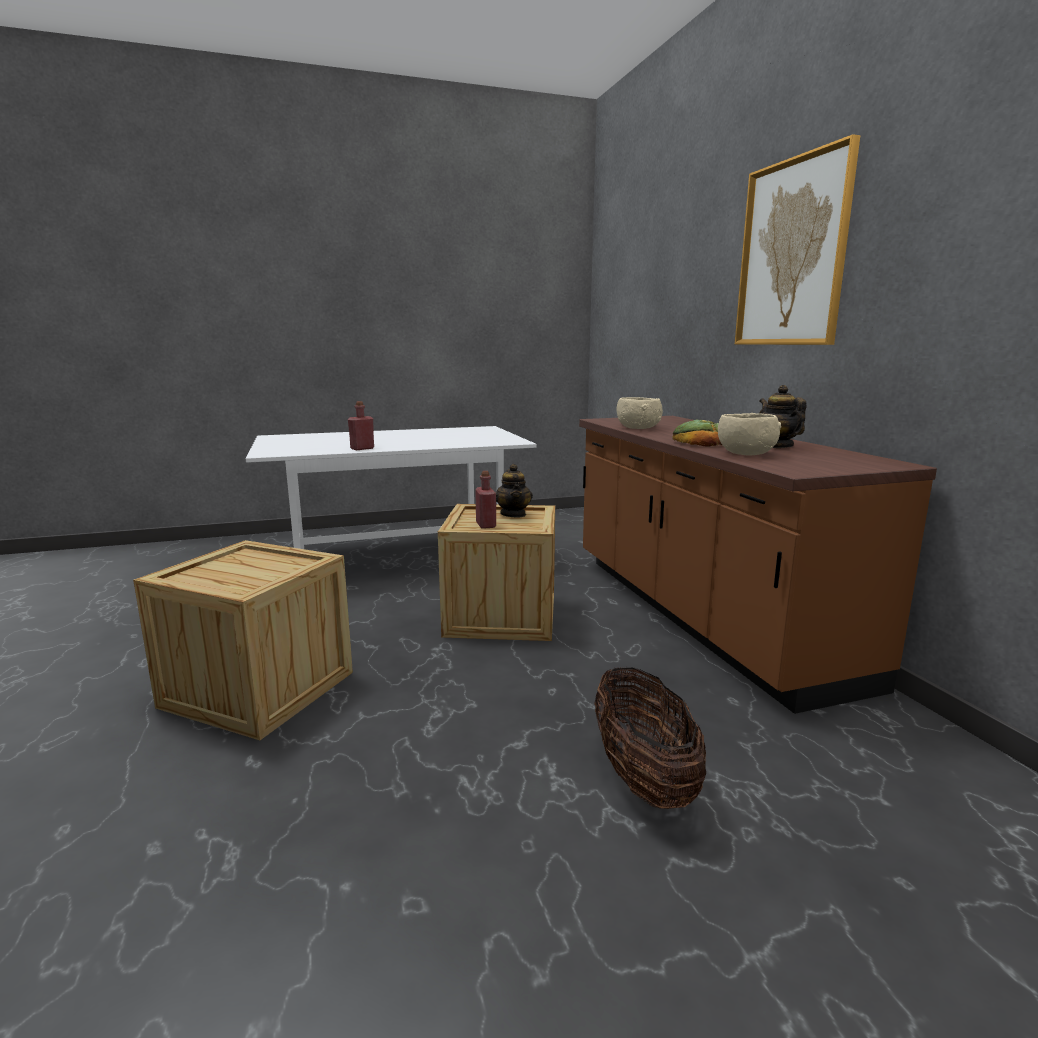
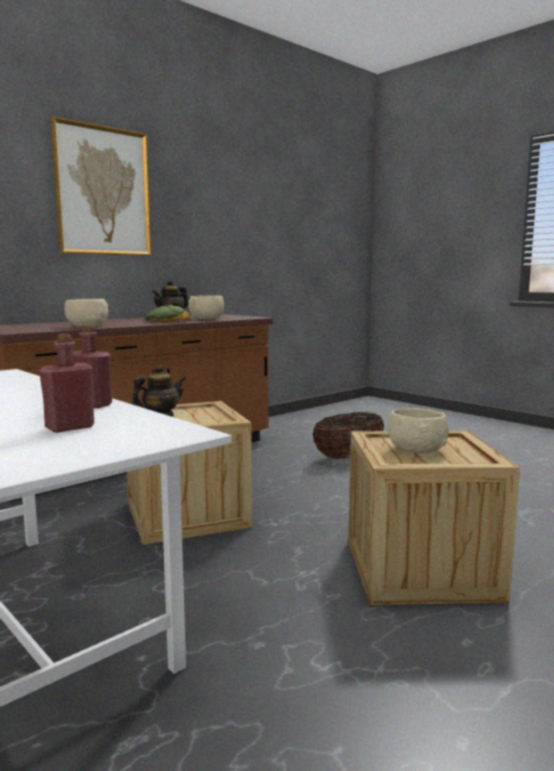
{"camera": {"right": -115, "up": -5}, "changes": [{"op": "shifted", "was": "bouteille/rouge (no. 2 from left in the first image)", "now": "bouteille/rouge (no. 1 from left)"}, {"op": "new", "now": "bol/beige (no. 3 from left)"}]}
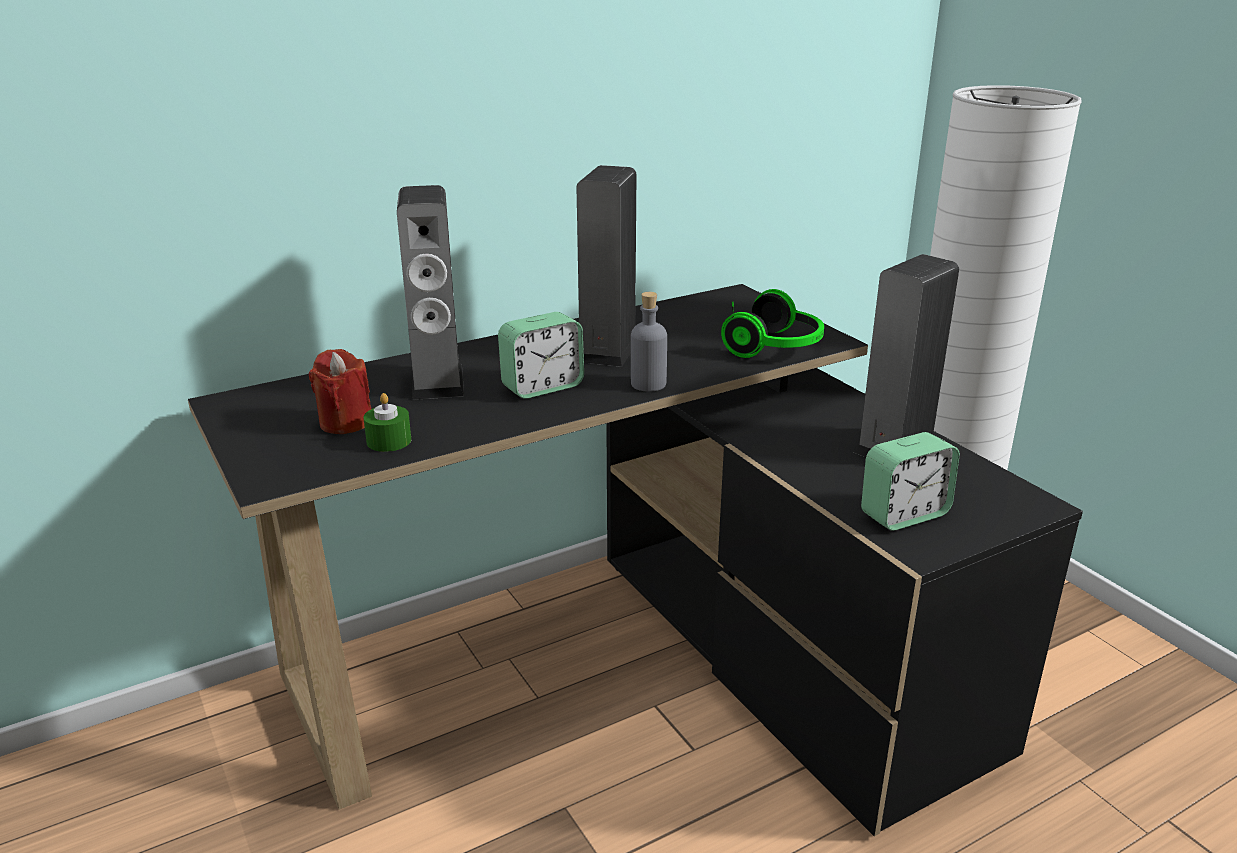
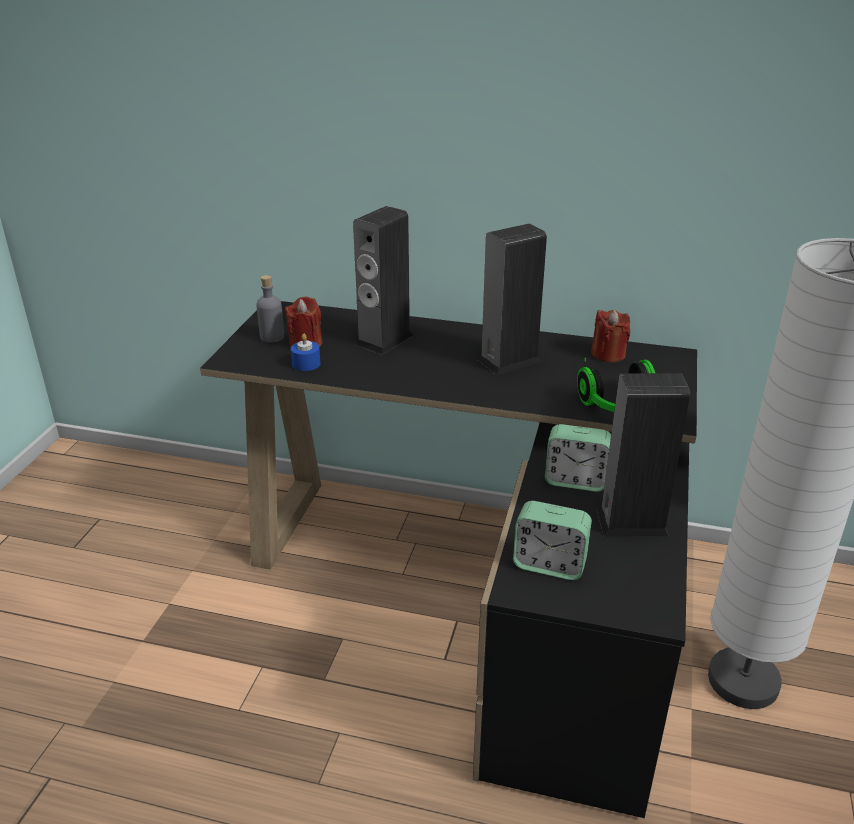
{"camera": {"right": 45, "up": 5}, "changes": [{"op": "shifted", "was": "bouteille/gris"}, {"op": "shifted", "was": "réveil (no. 1 from left in the first image)", "now": "réveil (no. 2 from left)"}, {"op": "repainted", "was": "bougie/vert", "now": "bougie/bleu"}, {"op": "new", "now": "bougie/rouge (no. 2 from left)"}]}
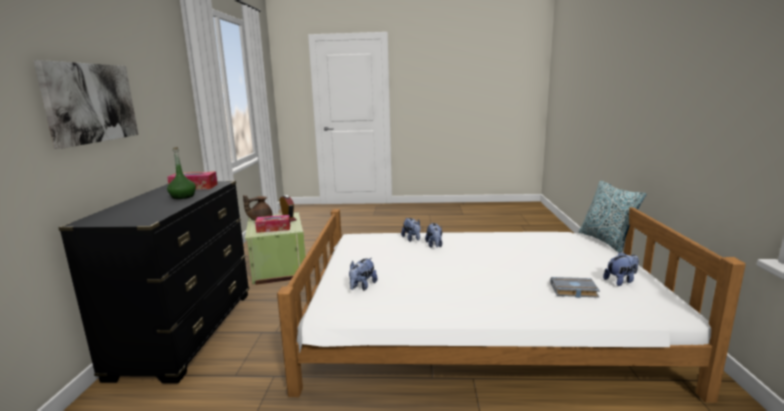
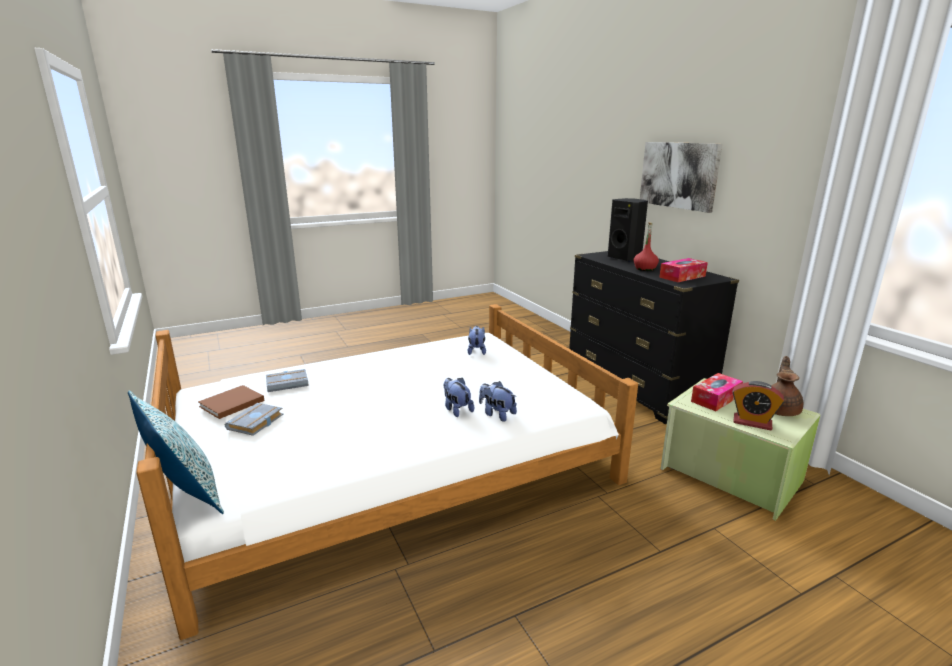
{"camera": {"right": 150, "up": 5}, "changes": [{"op": "repainted", "was": "bouteille/vert", "now": "bouteille/rouge"}, {"op": "swapped", "was": "peluche (no. 4 from left)", "now": "livre/marron"}, {"op": "new", "now": "enceinte/noir"}, {"op": "new", "now": "livre/gris (no. 1 from left)"}]}
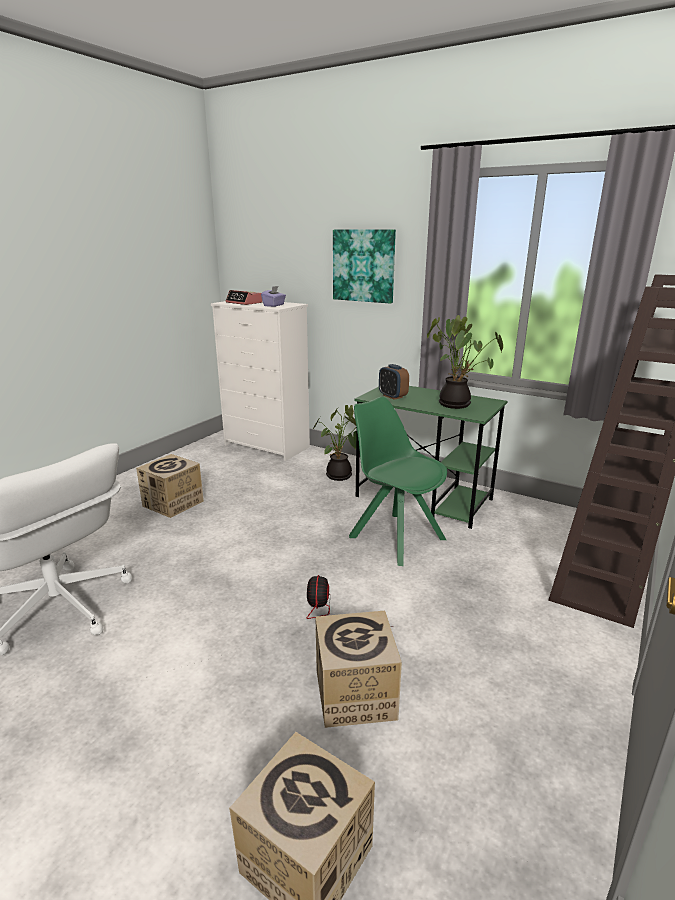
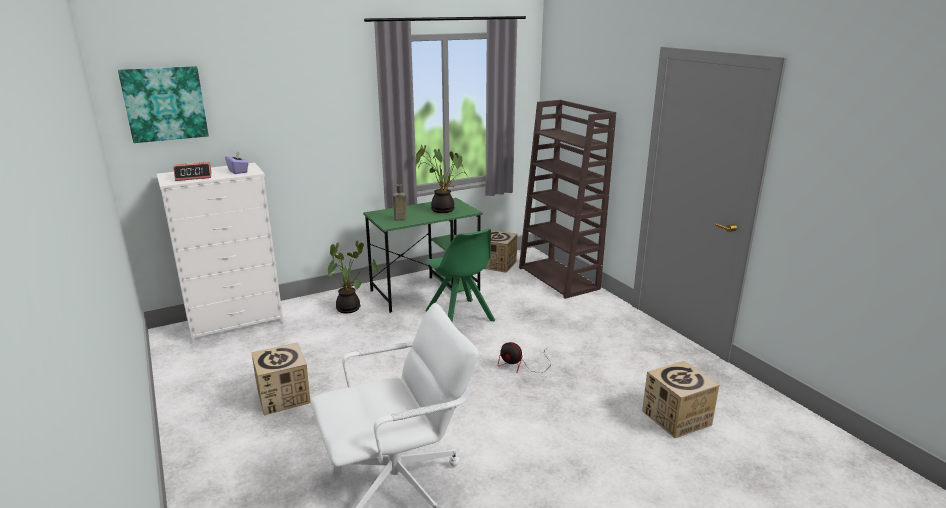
{"camera": {"right": -60, "up": 0}, "changes": [{"op": "shifted", "was": "tableau"}, {"op": "swapped", "was": "réveil (no. 2 from left)", "now": "bouteille/marron"}, {"op": "rotated", "was": "chaise/vert", "clockwise": -105}, {"op": "shifted", "was": "carton (no. 3 from left in the first image)", "now": "carton (no. 2 from left)"}]}
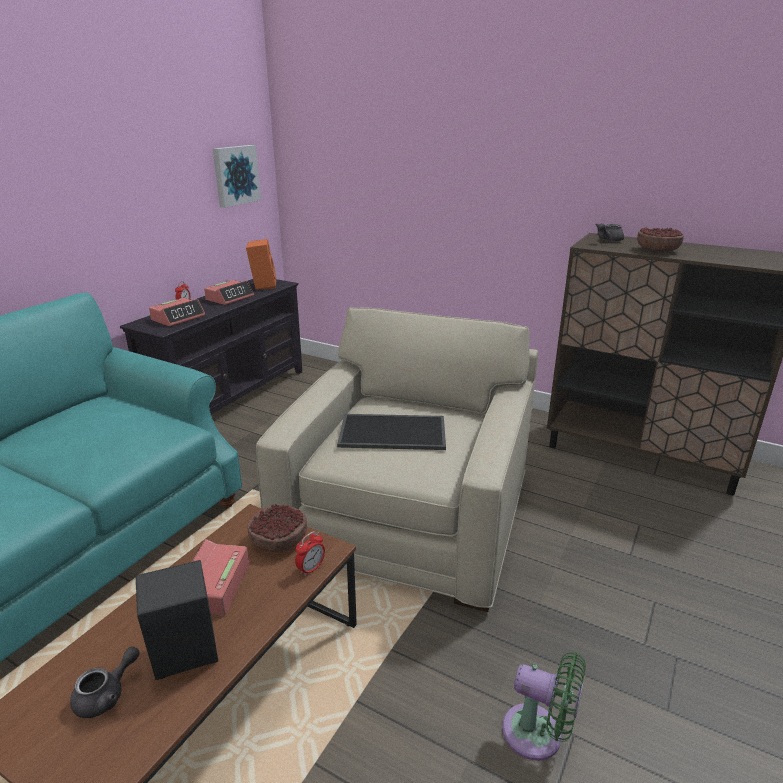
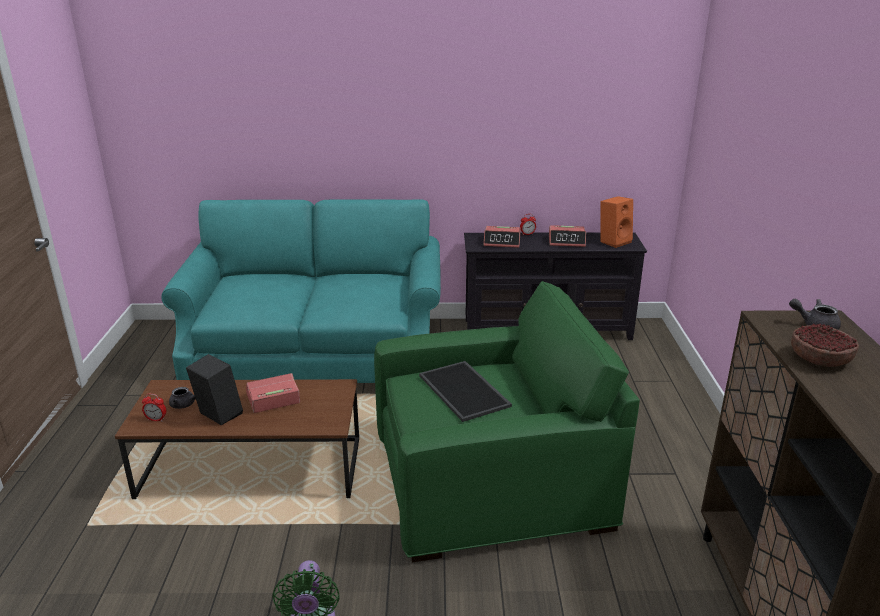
{"camera": {"right": 60, "up": 0}, "changes": [{"op": "gone", "was": "tableau"}, {"op": "repainted", "was": "fauteuil/beige", "now": "fauteuil/vert"}, {"op": "gone", "was": "bol (no. 1 from left)"}, {"op": "shifted", "was": "réveil (no. 5 from left in the first image)", "now": "réveil (no. 1 from left)"}]}
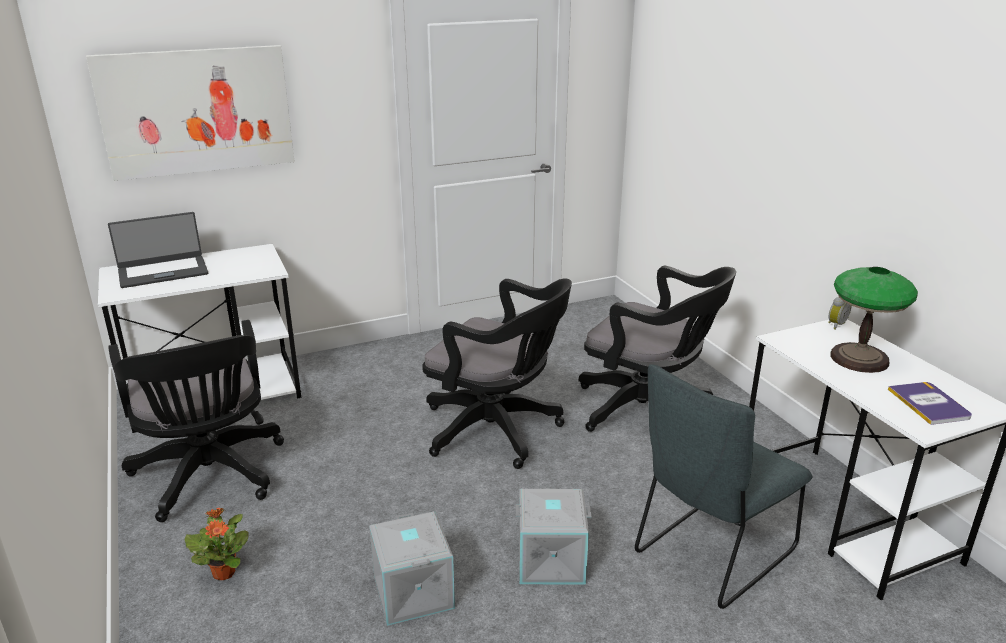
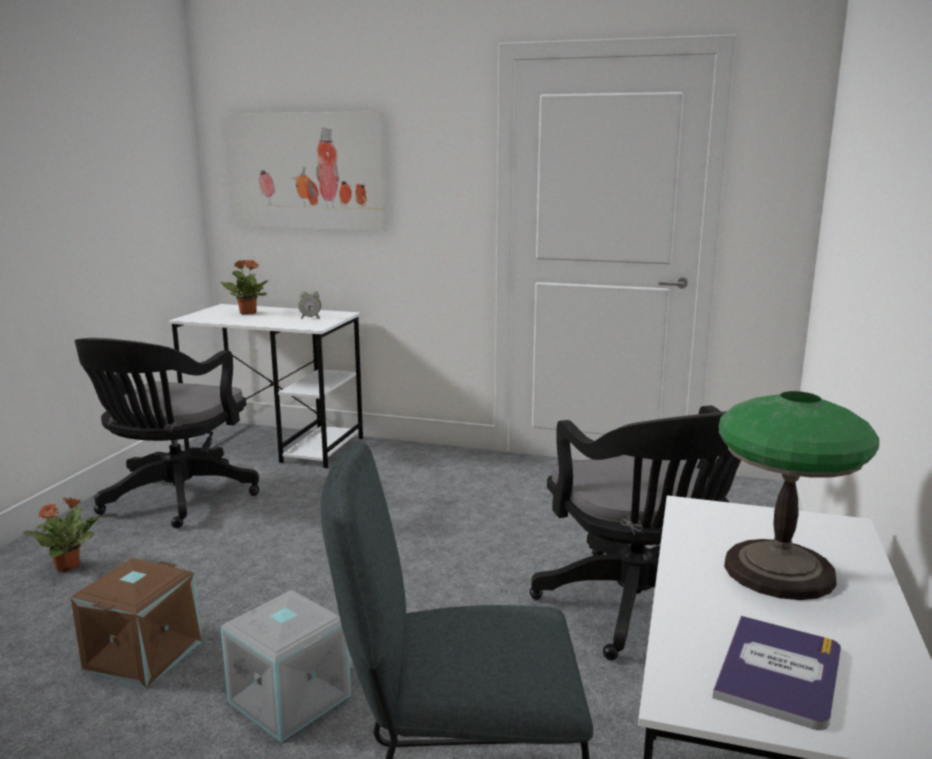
{"camera": {"right": 40, "up": -10}, "changes": [{"op": "swapped", "was": "ordinateur portable", "now": "plante en pot (no. 2 from left)"}, {"op": "gone", "was": "chaise de bureau/noir (no. 2 from left)"}, {"op": "shifted", "was": "réveil"}, {"op": "repainted", "was": "boîte de rangement/gris (no. 1 from left)", "now": "boîte de rangement/marron"}]}
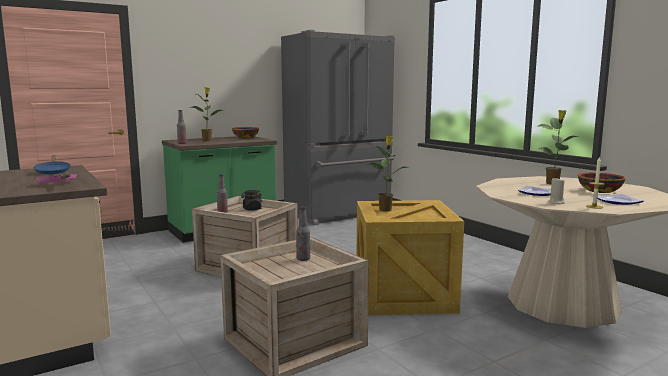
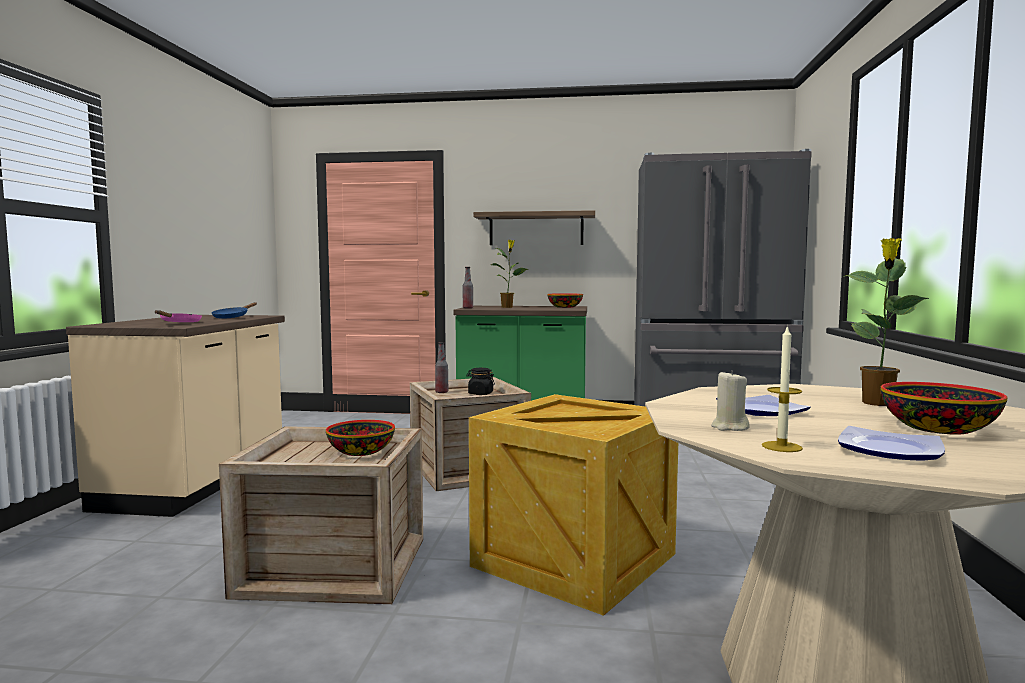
{"camera": {"right": 40, "up": -5}, "changes": [{"op": "gone", "was": "plante en pot (no. 2 from left)"}, {"op": "swapped", "was": "bouteille (no. 3 from left)", "now": "bol (no. 1 from left)"}, {"op": "new", "now": "étagère"}]}
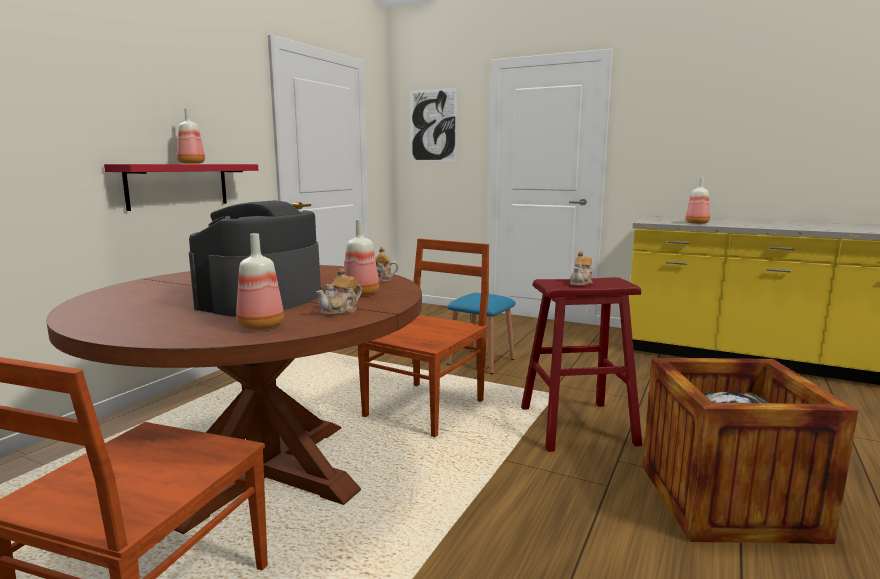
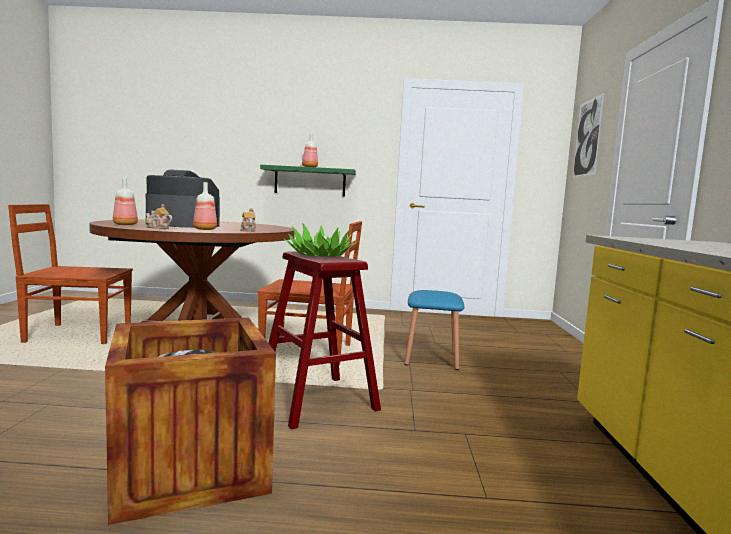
{"camera": {"right": 65, "up": -5}, "changes": [{"op": "repainted", "was": "étagère/rouge", "now": "étagère/vert"}, {"op": "gone", "was": "bouteille (no. 4 from left)"}, {"op": "swapped", "was": "théière (no. 3 from left)", "now": "plante en pot"}]}
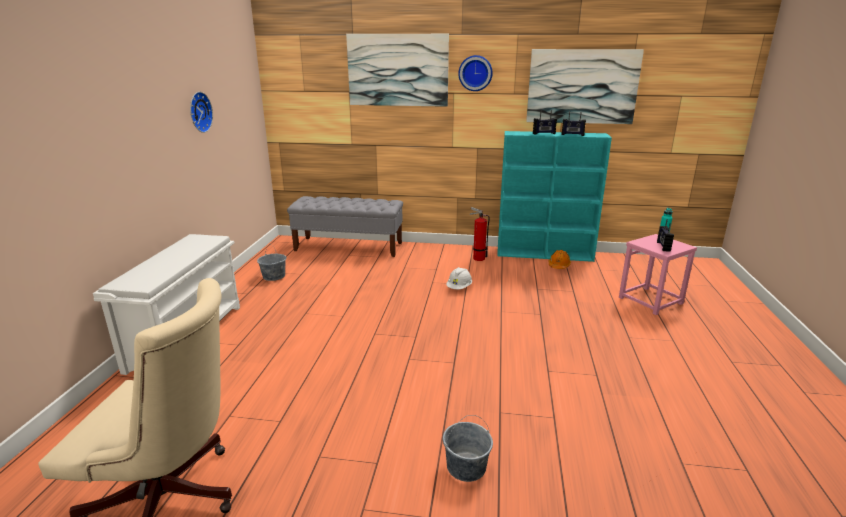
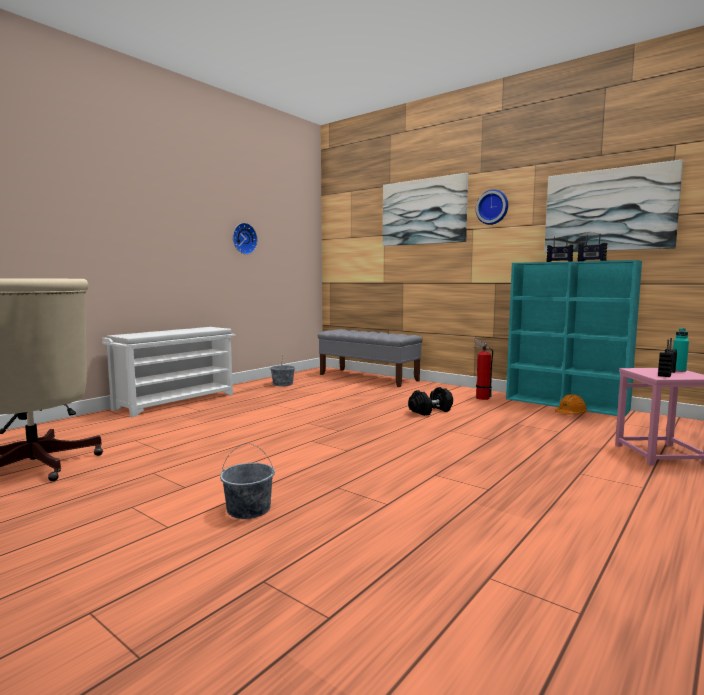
{"camera": {"right": 30, "up": -15}, "changes": [{"op": "swapped", "was": "casque de chantier/blanc", "now": "haltère/noir"}]}
